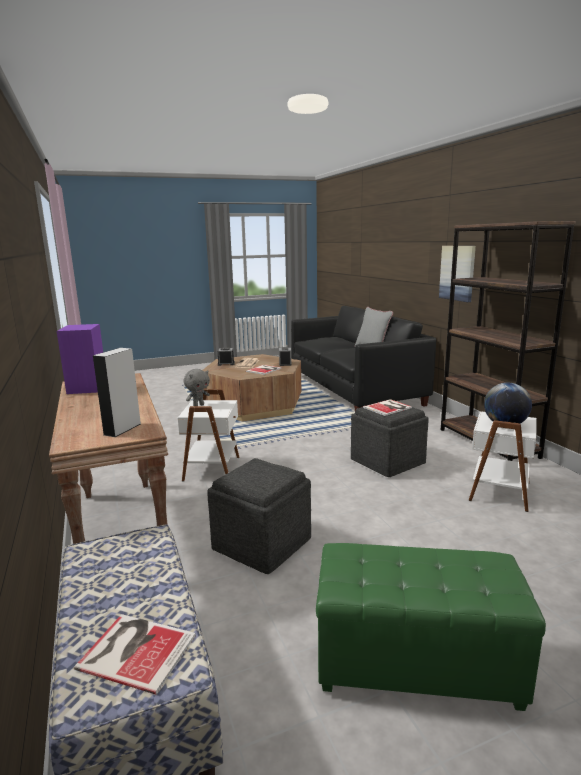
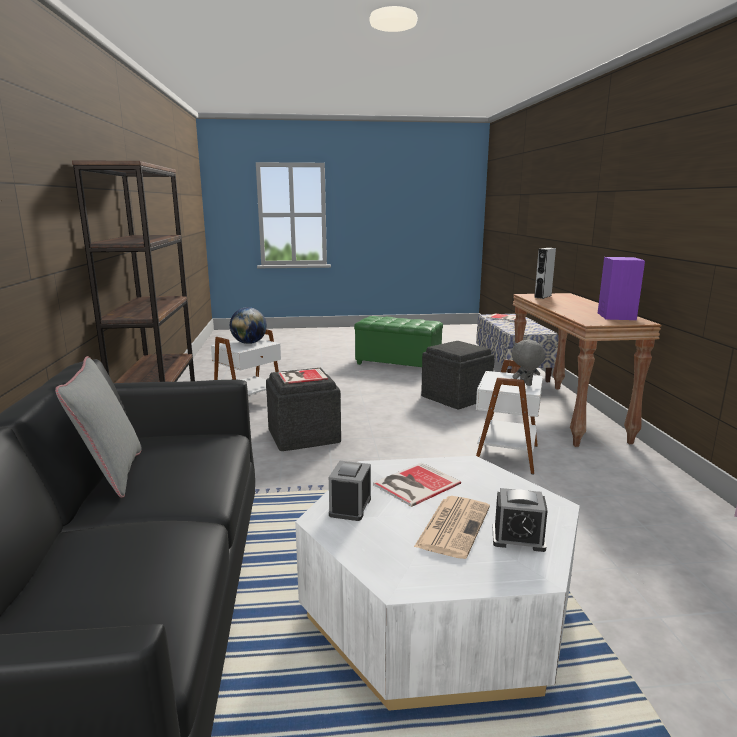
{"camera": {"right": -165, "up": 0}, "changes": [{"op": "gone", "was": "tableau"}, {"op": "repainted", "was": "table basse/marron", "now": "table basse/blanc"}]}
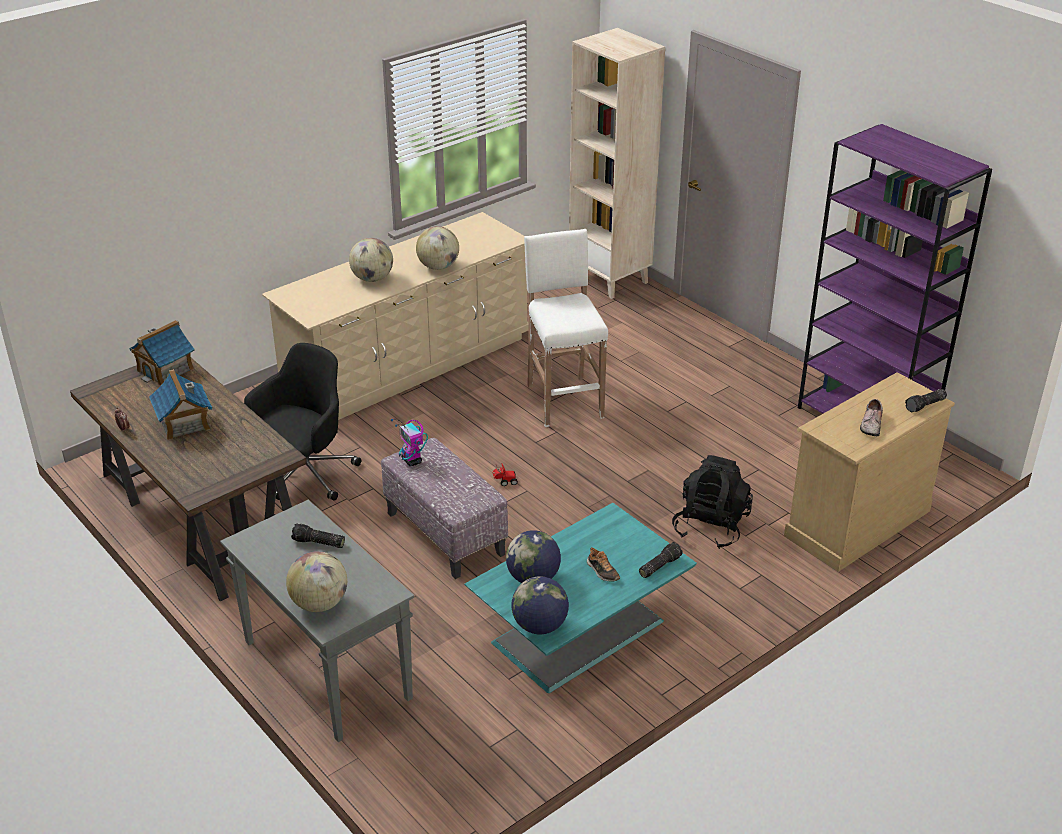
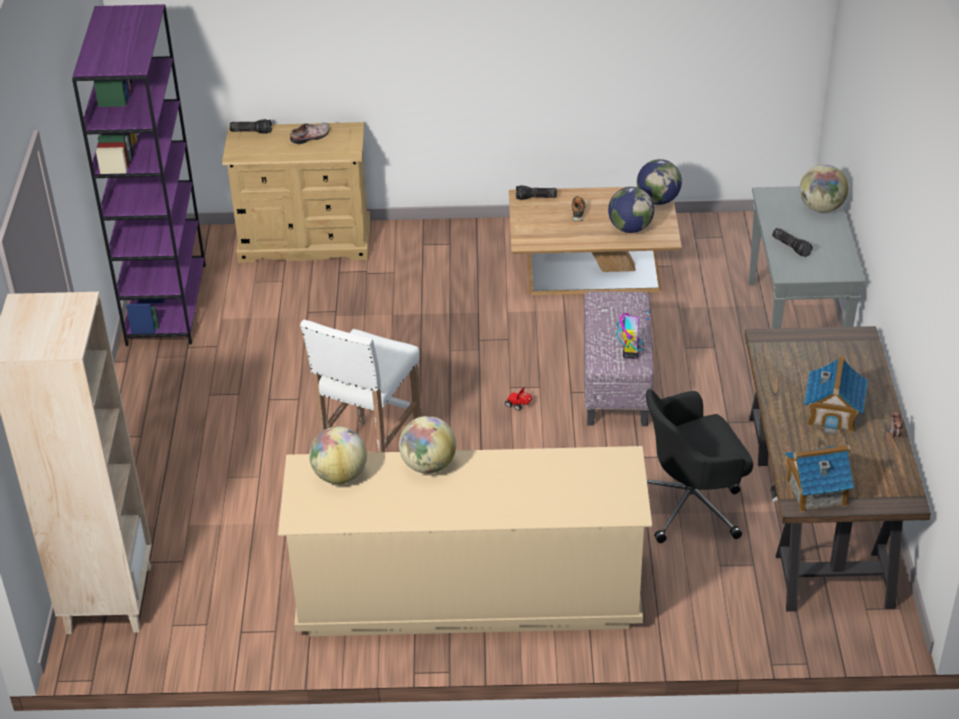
{"camera": {"right": -140, "up": 5}, "changes": [{"op": "shifted", "was": "globe (no. 2 from left in the first image)", "now": "globe (no. 1 from left)"}, {"op": "gone", "was": "sac à dos/noir"}, {"op": "repainted", "was": "table basse/turquoise", "now": "table basse/marron"}]}
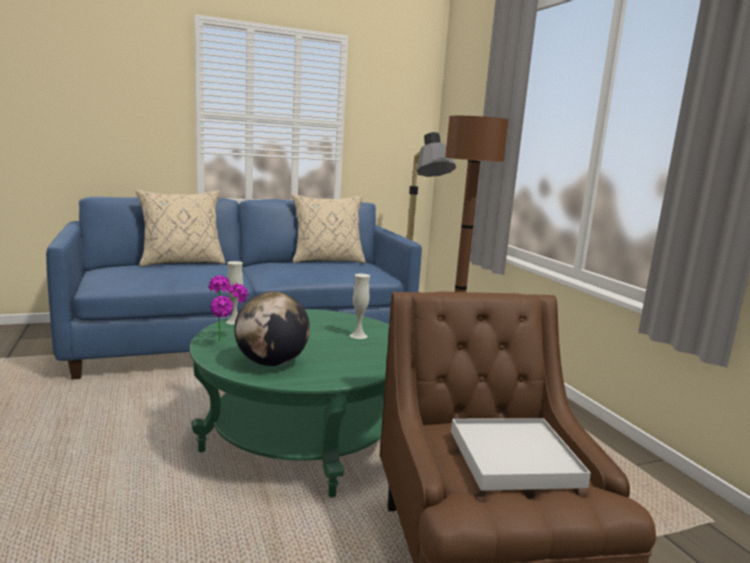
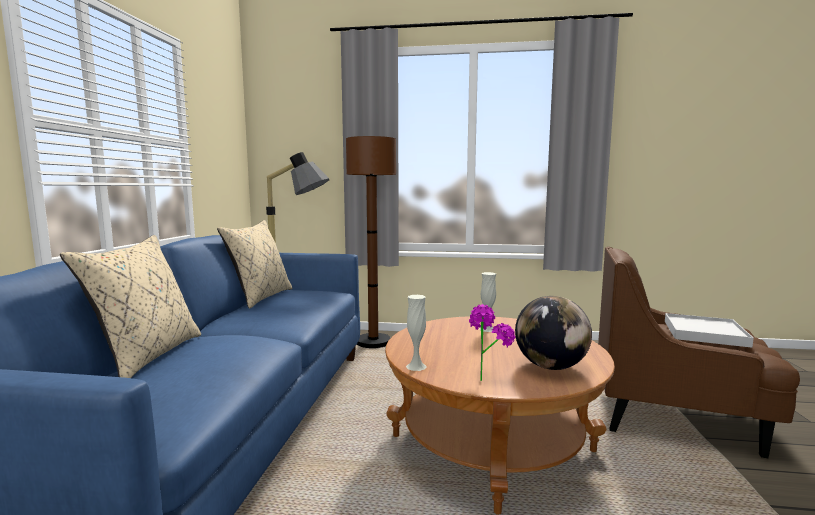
{"camera": {"right": -60, "up": -5}, "changes": [{"op": "repainted", "was": "table basse/vert", "now": "table basse/marron"}]}
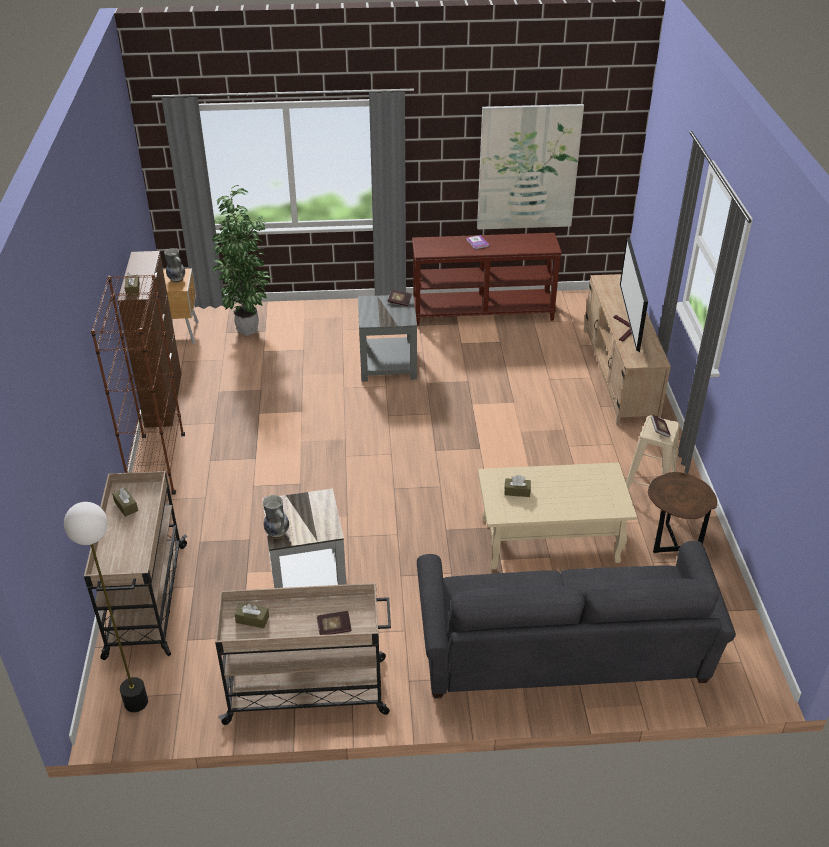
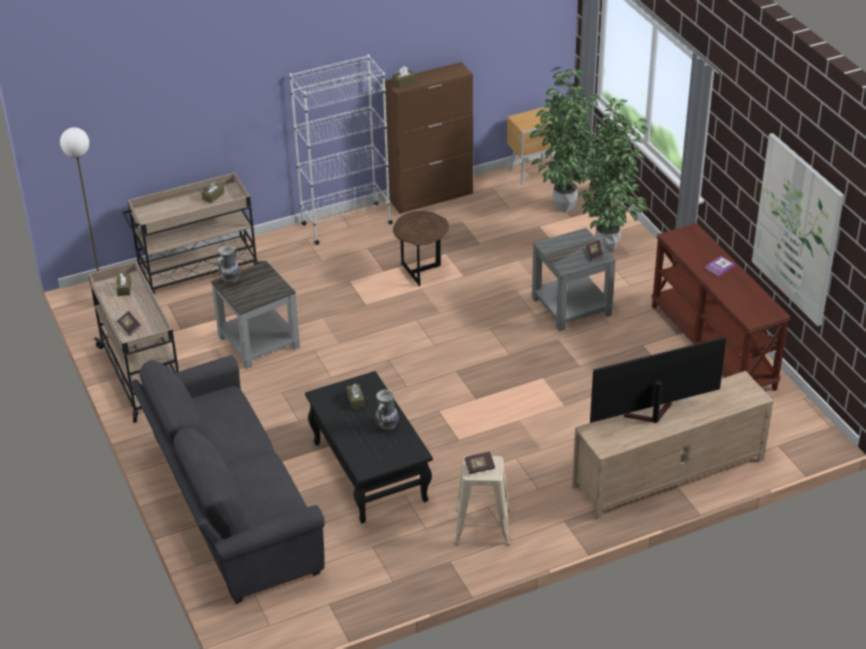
{"camera": {"right": 70, "up": 0}, "changes": [{"op": "shifted", "was": "vase (no. 1 from left in the first image)", "now": "vase (no. 2 from left)"}, {"op": "repainted", "was": "bibliothèque/marron", "now": "bibliothèque/blanc"}, {"op": "repainted", "was": "table basse/beige", "now": "table basse/noir"}, {"op": "shifted", "was": "table d'appoint/marron"}, {"op": "new", "now": "plante en pot (no. 2 from left)"}]}
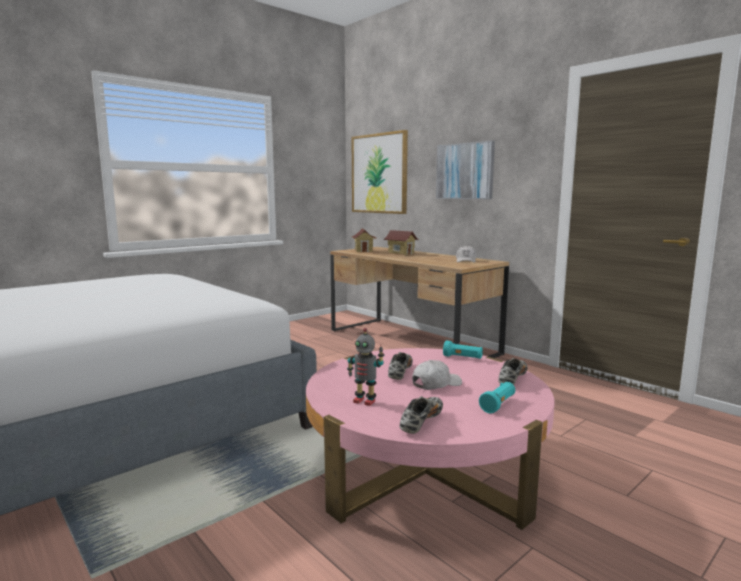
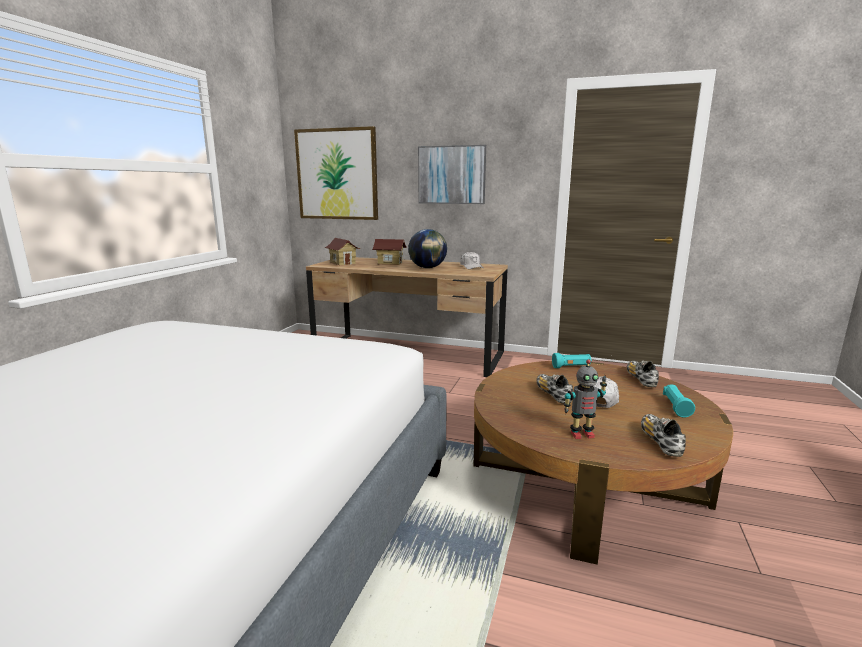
{"camera": {"right": -30, "up": 5}, "changes": [{"op": "repainted", "was": "table basse/rose", "now": "table basse/marron"}, {"op": "new", "now": "globe"}]}
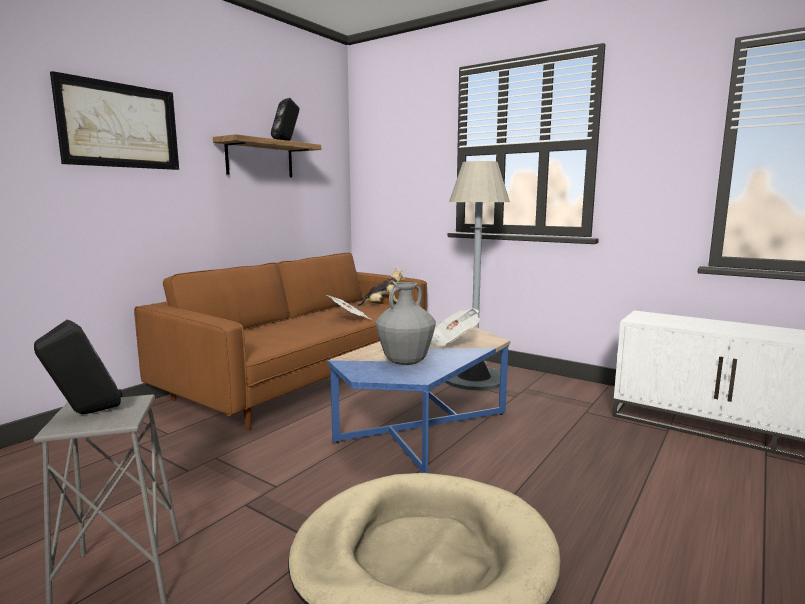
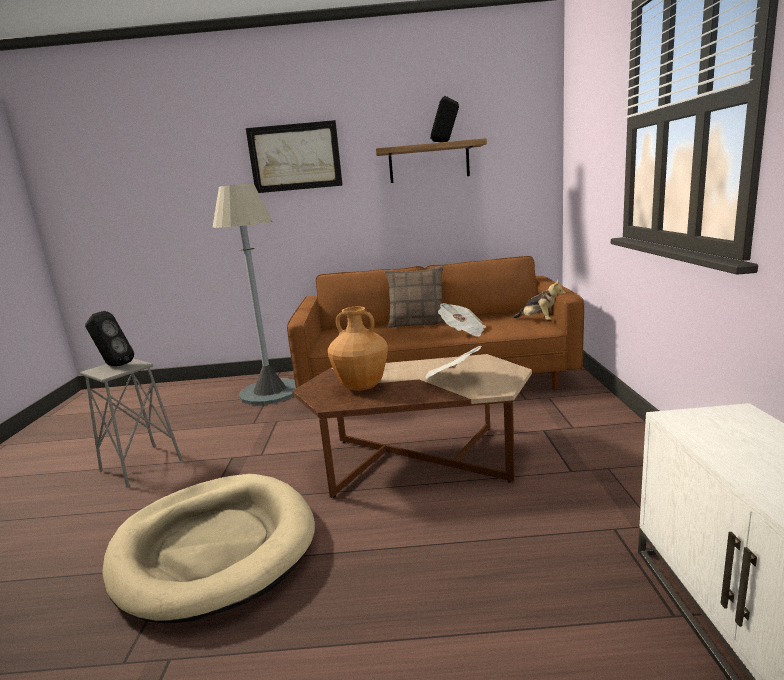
{"camera": {"right": 55, "up": 5}, "changes": [{"op": "shifted", "was": "lampadaire/gris"}, {"op": "repainted", "was": "vase/gris", "now": "vase/marron"}, {"op": "repainted", "was": "table basse/bleu", "now": "table basse/marron"}, {"op": "new", "now": "coussin"}]}
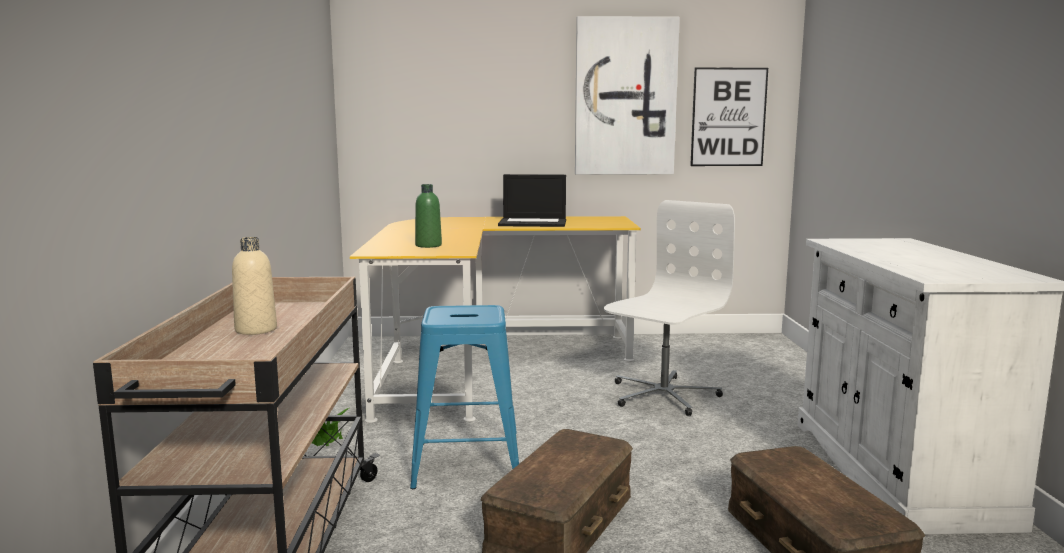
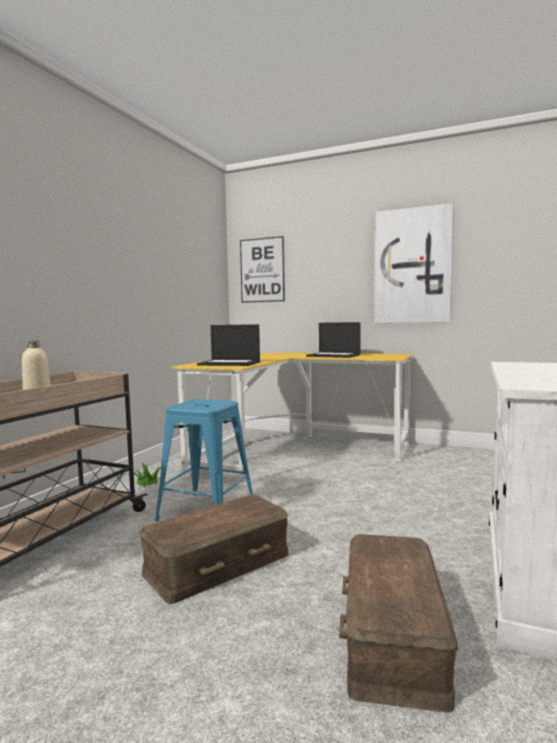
{"camera": {"right": 25, "up": -5}, "changes": [{"op": "shifted", "was": "tableau (no. 2 from left in the first image)", "now": "tableau (no. 1 from left)"}, {"op": "swapped", "was": "bouteille/vert", "now": "ordinateur portable (no. 1 from left)"}, {"op": "gone", "was": "chaise de bureau/blanc"}]}
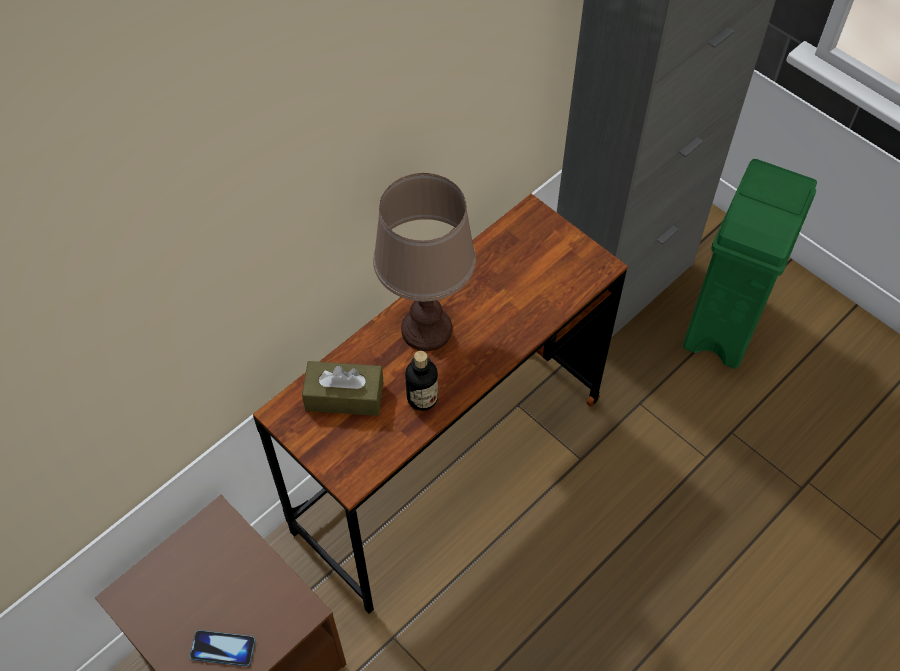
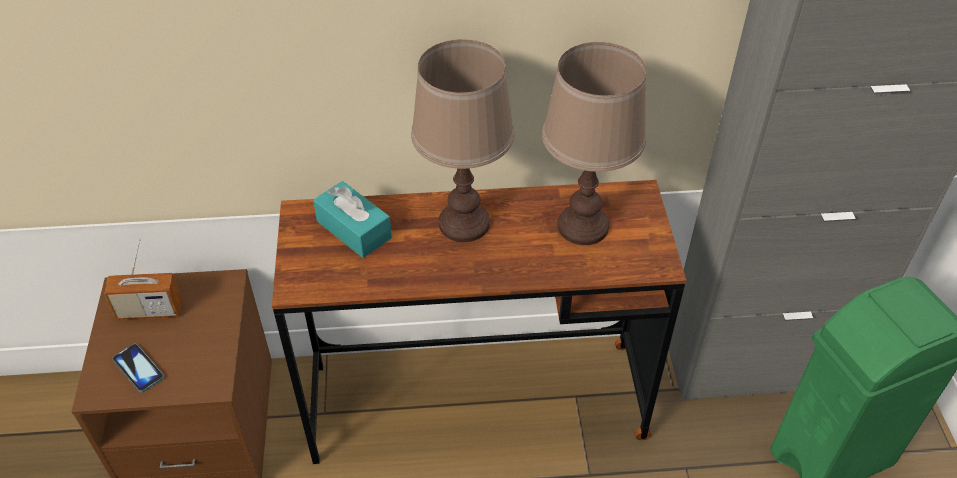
{"camera": {"right": 40, "up": -10}, "changes": [{"op": "gone", "was": "bouteille"}, {"op": "repainted", "was": "boîte à mouchoirs/marron", "now": "boîte à mouchoirs/turquoise"}, {"op": "new", "now": "lampe de table/marron (no. 2 from left)"}, {"op": "new", "now": "radio"}]}
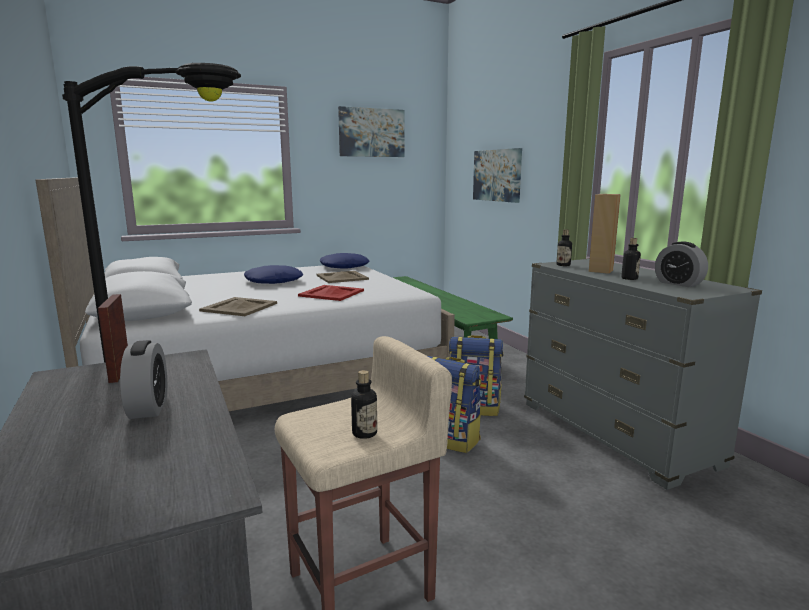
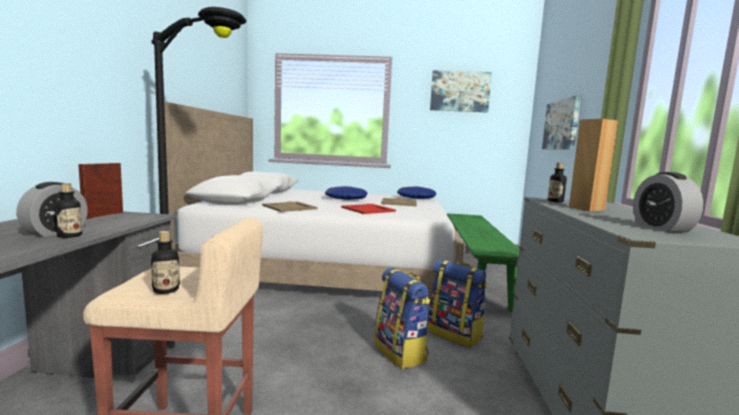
{"camera": {"right": 30, "up": -5}, "changes": [{"op": "shifted", "was": "bouteille (no. 3 from left in the first image)", "now": "bouteille (no. 1 from left)"}]}
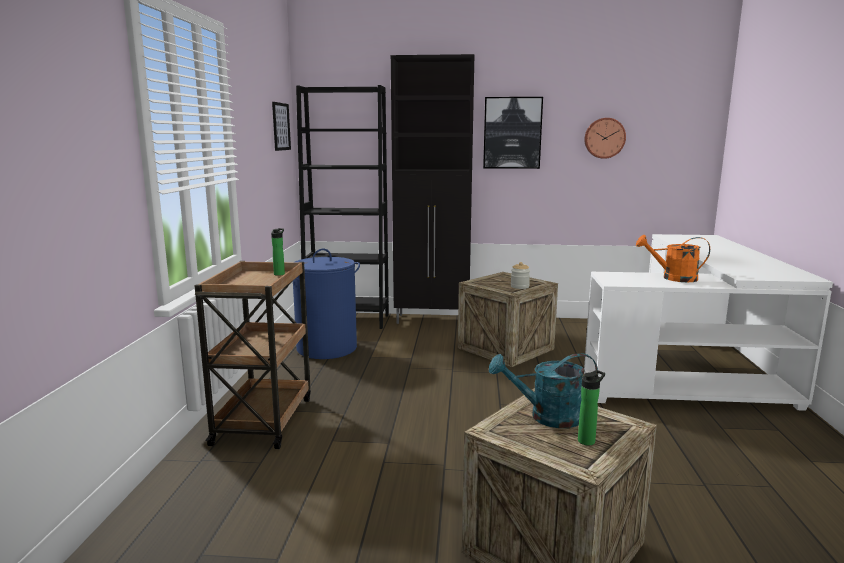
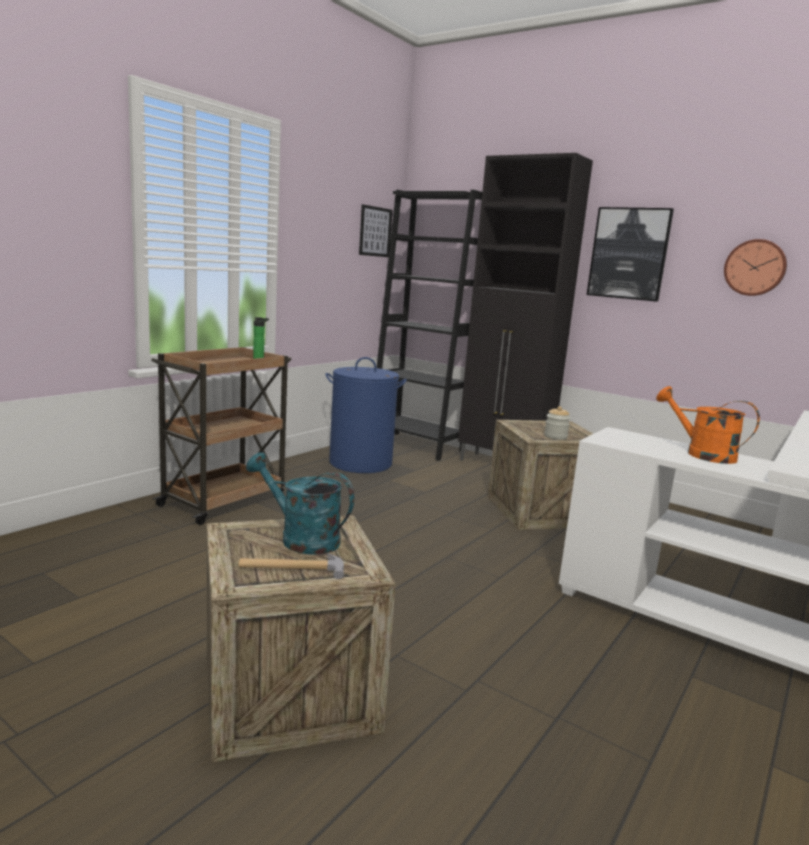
{"camera": {"right": 30, "up": 0}, "changes": [{"op": "swapped", "was": "bouteille (no. 2 from left)", "now": "marteau"}]}
